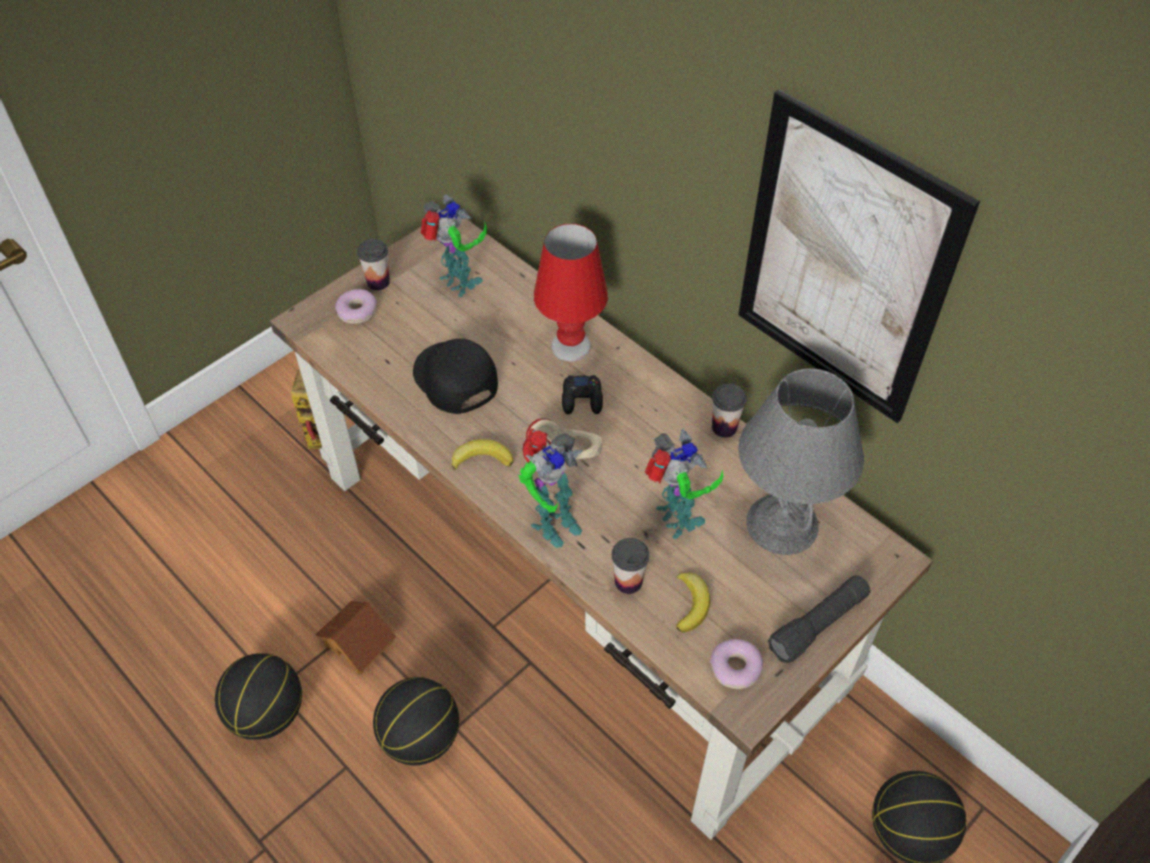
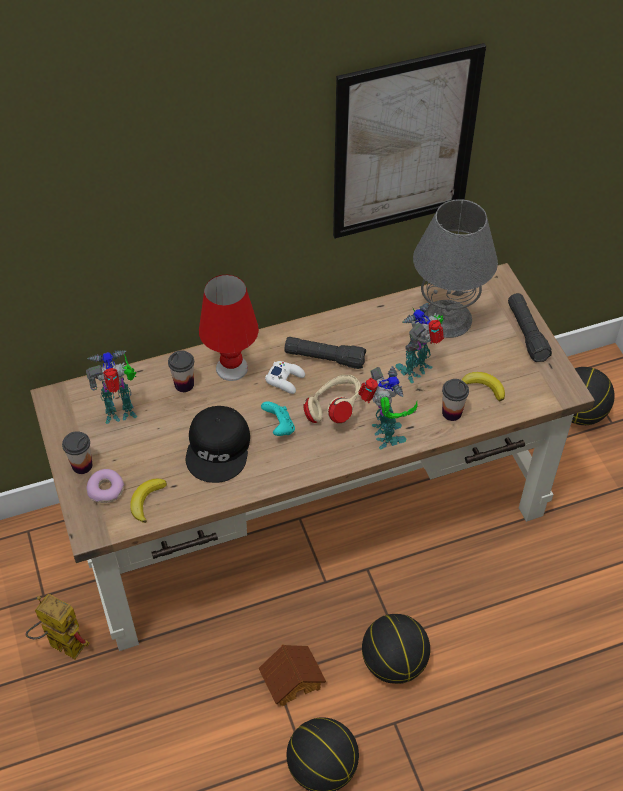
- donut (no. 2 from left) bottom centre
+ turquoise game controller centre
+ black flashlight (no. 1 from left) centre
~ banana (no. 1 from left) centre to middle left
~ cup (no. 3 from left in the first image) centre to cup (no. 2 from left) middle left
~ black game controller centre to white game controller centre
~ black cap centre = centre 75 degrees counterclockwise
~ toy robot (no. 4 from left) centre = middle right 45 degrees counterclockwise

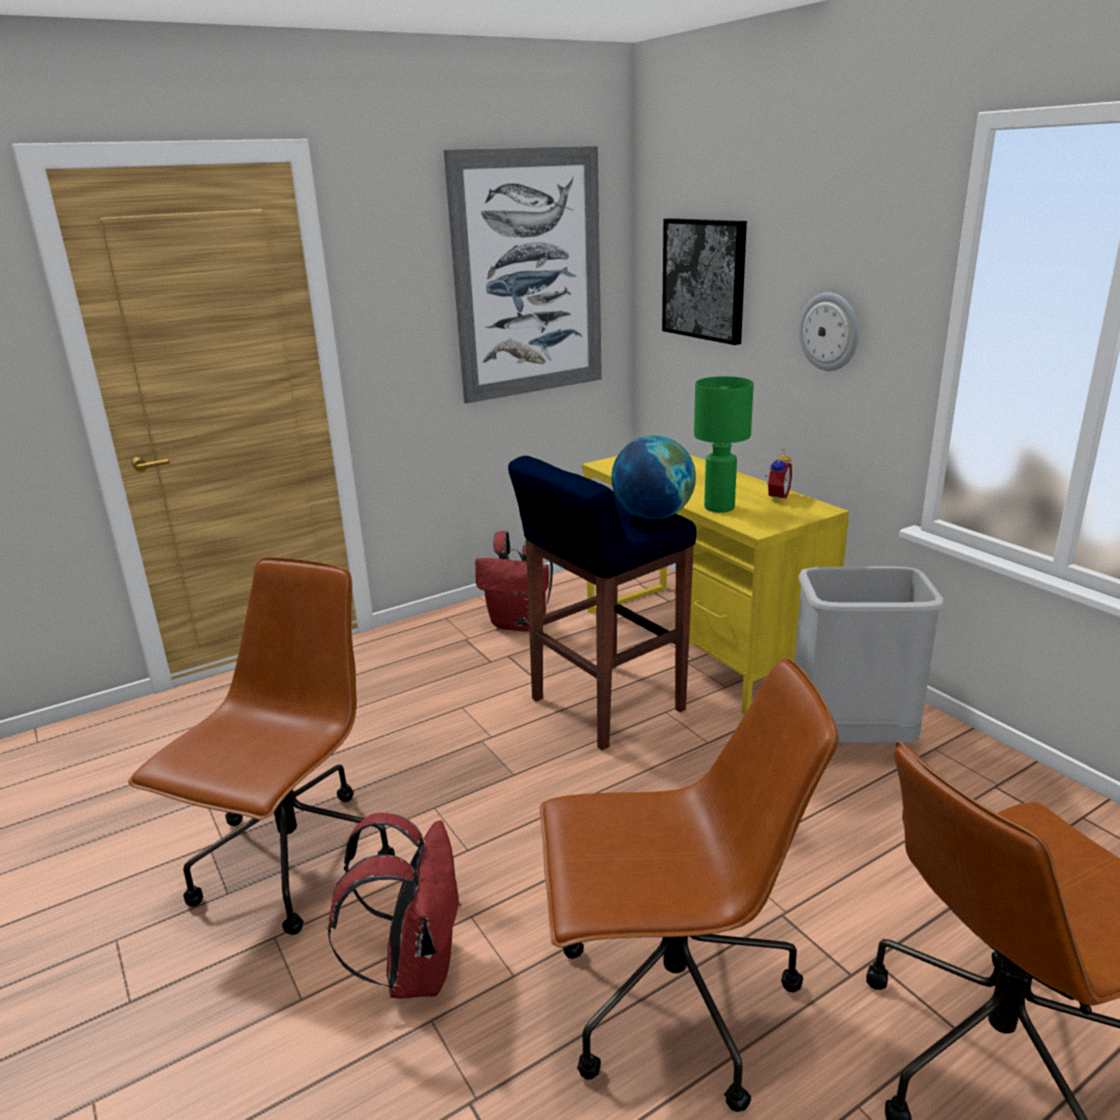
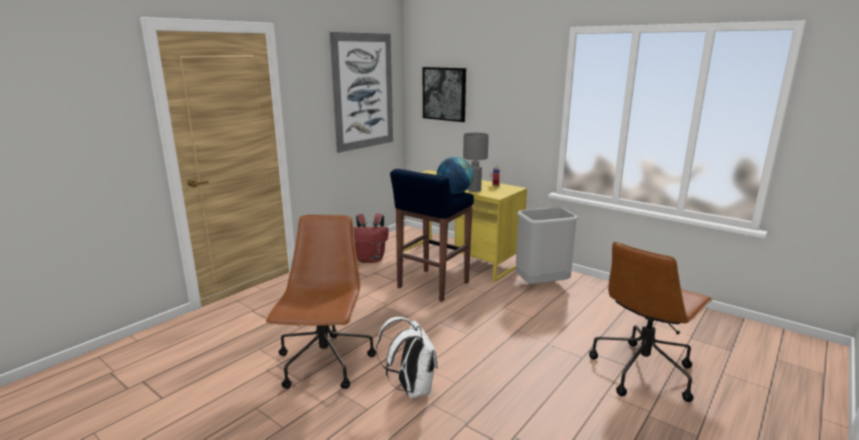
- brown office chair (no. 2 from left) bottom centre
- wall clock top right
~ red backpack (no. 1 from left) bottom centre to white backpack bottom centre
~ green table lamp centre to grey table lamp centre

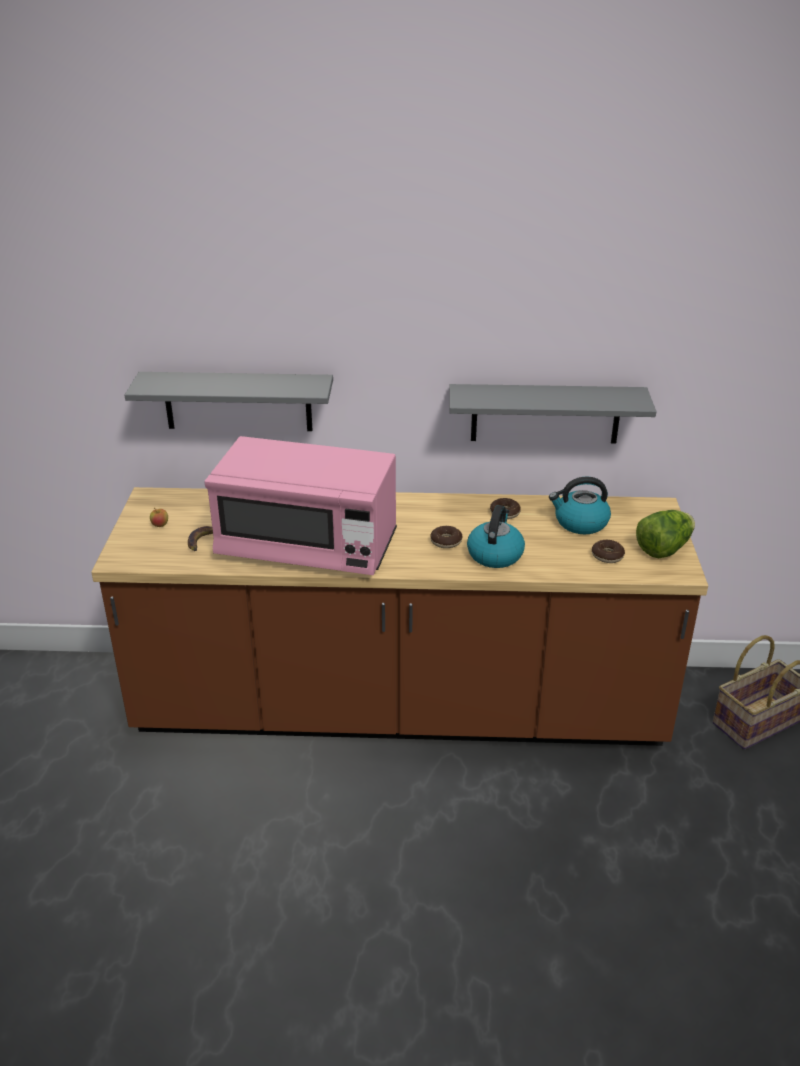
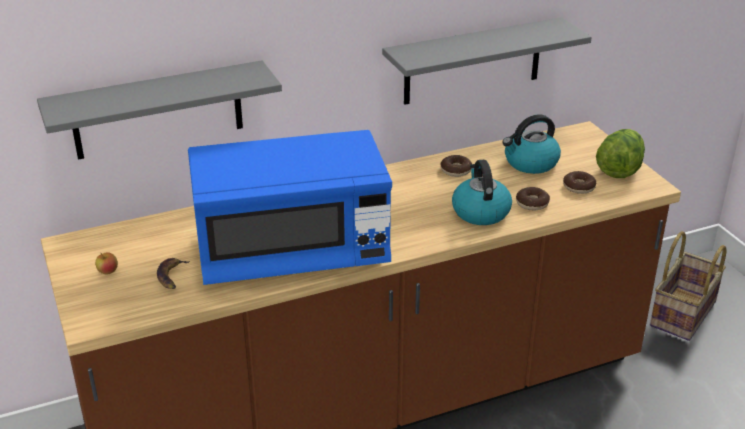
~ donut (no. 1 from left in the first image) centre to donut (no. 2 from left) middle right
~ pink microwave centre to blue microwave centre

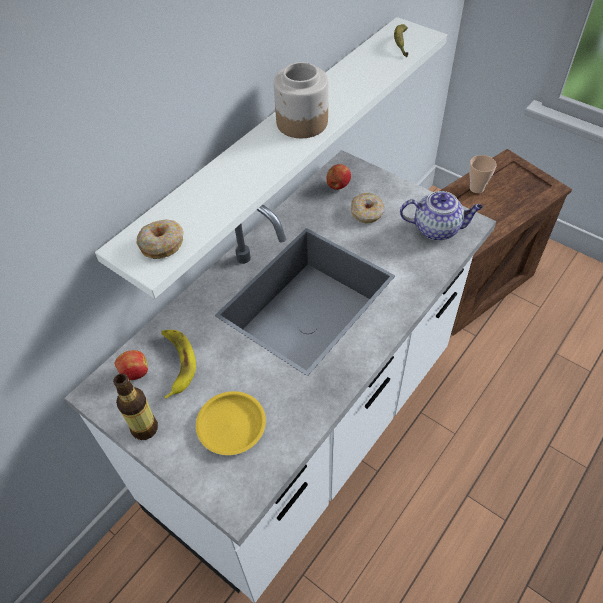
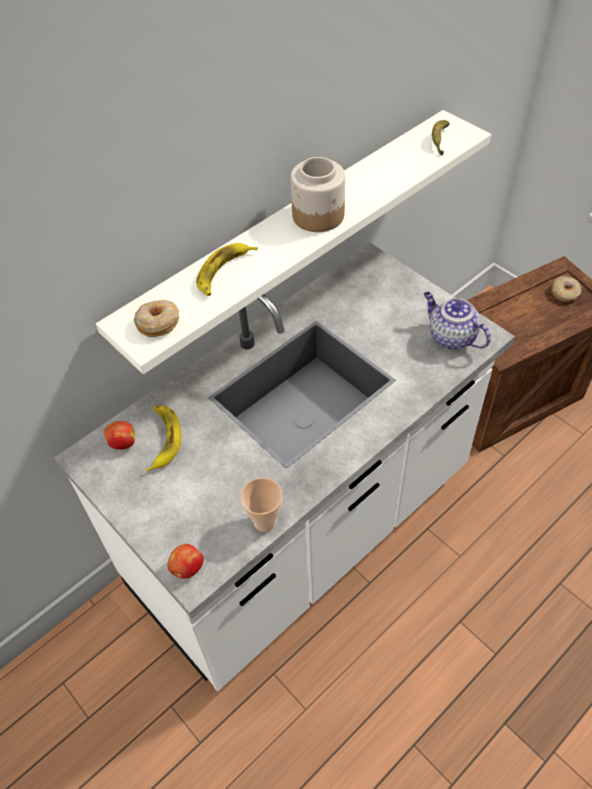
- bottle bottom left
- yellow plate bottom centre
+ banana (no. 2 from left) centre
~ apple (no. 2 from left) top centre to bottom left
~ donut (no. 2 from left) centre to middle right
~ cup top right to centre
~ teapot middle right = middle right 150 degrees counterclockwise

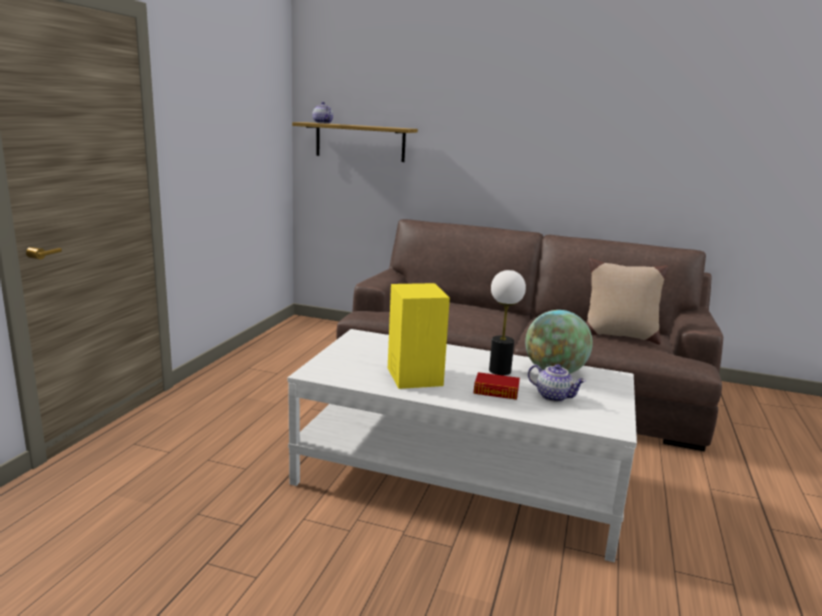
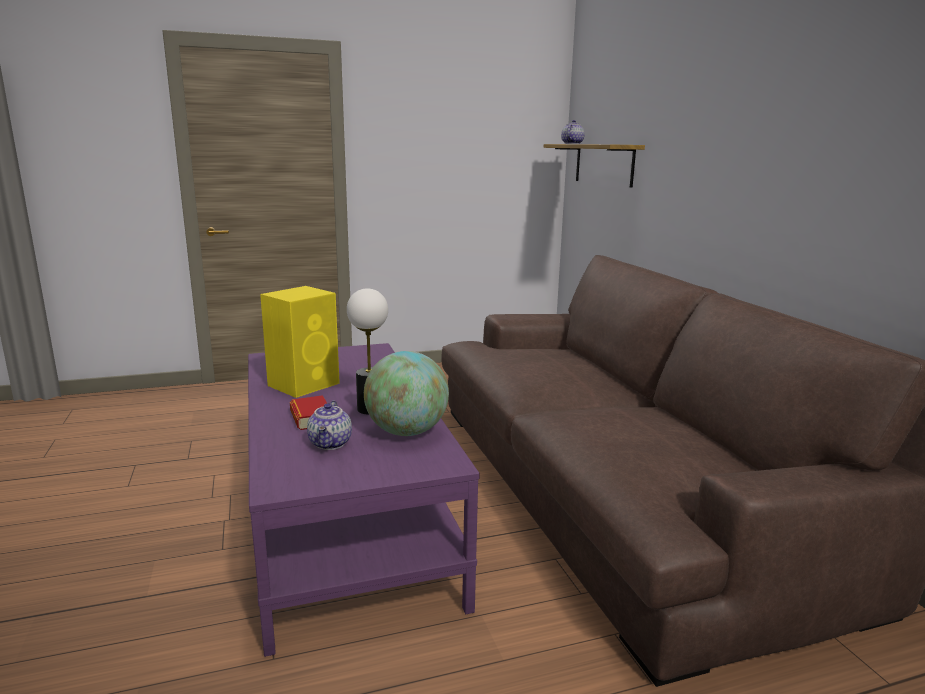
- beige pillow middle right
~ white coffee table bottom centre to purple coffee table bottom centre

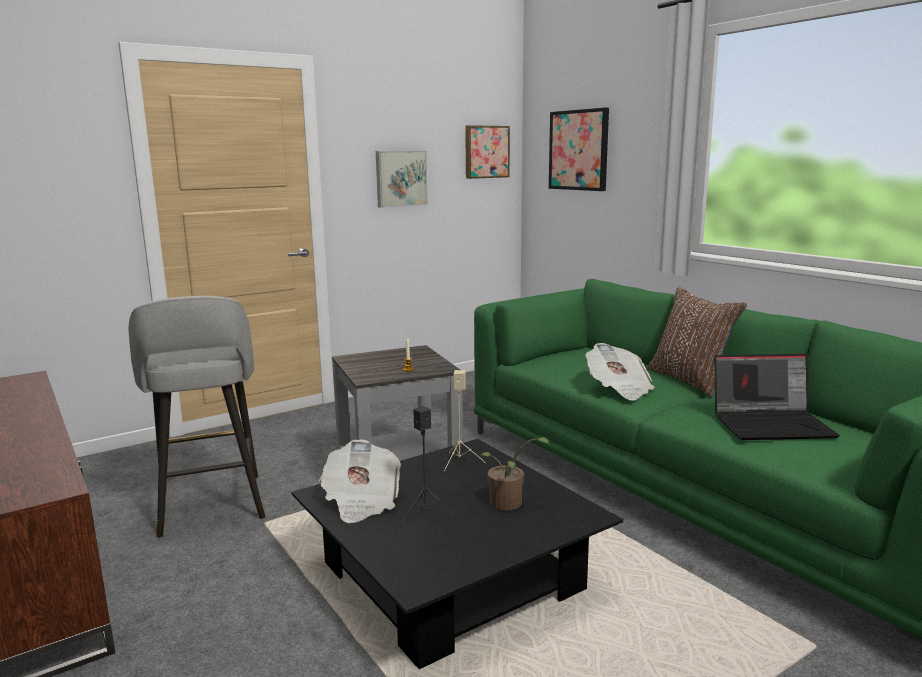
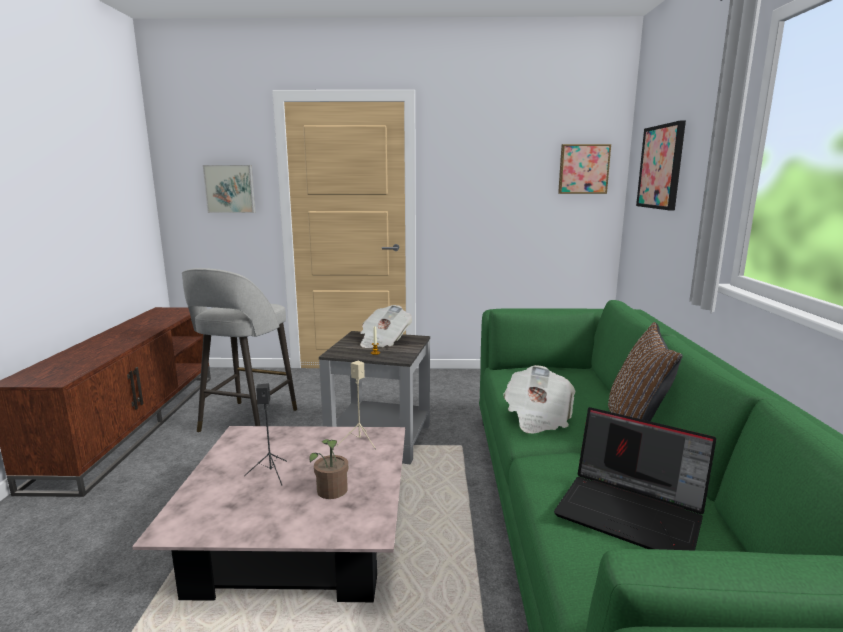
~ newspaper (no. 1 from left) bottom centre to centre
~ picture (no. 1 from left) top centre to top left
~ black coffee table bottom centre to pink coffee table bottom left

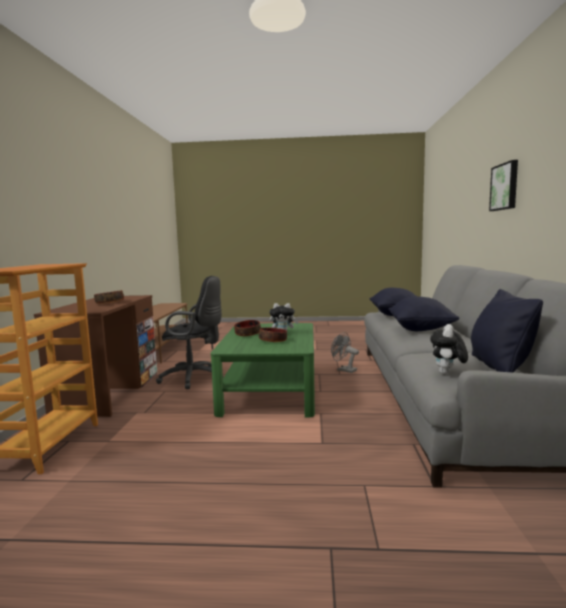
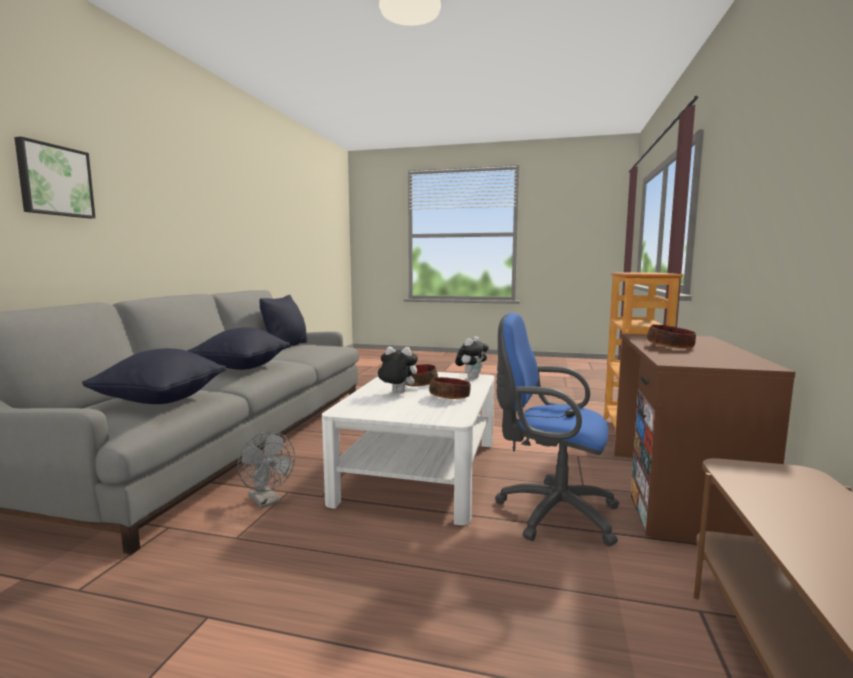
~ plush toy (no. 2 from left) middle right to centre
~ black office chair centre to blue office chair centre
~ green coffee table centre to white coffee table centre

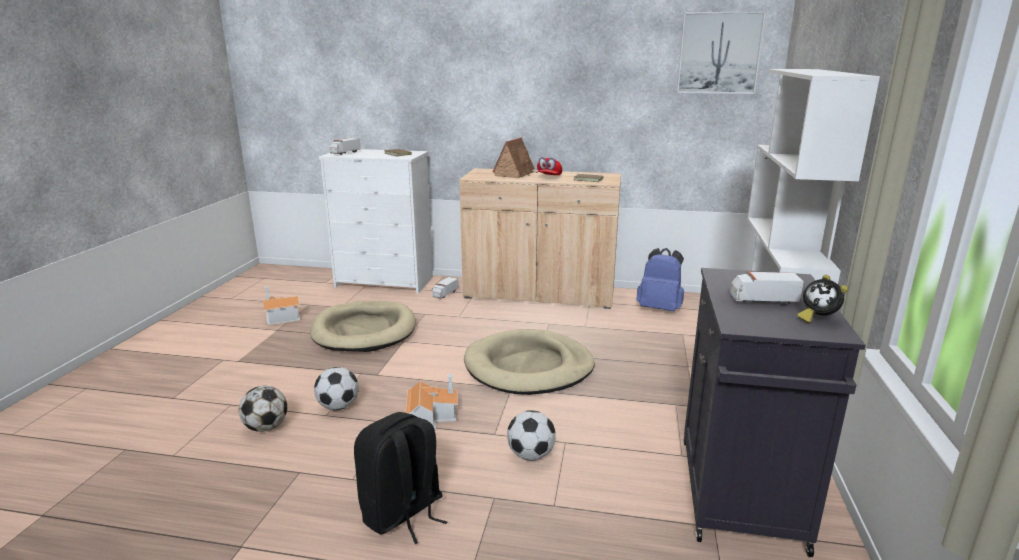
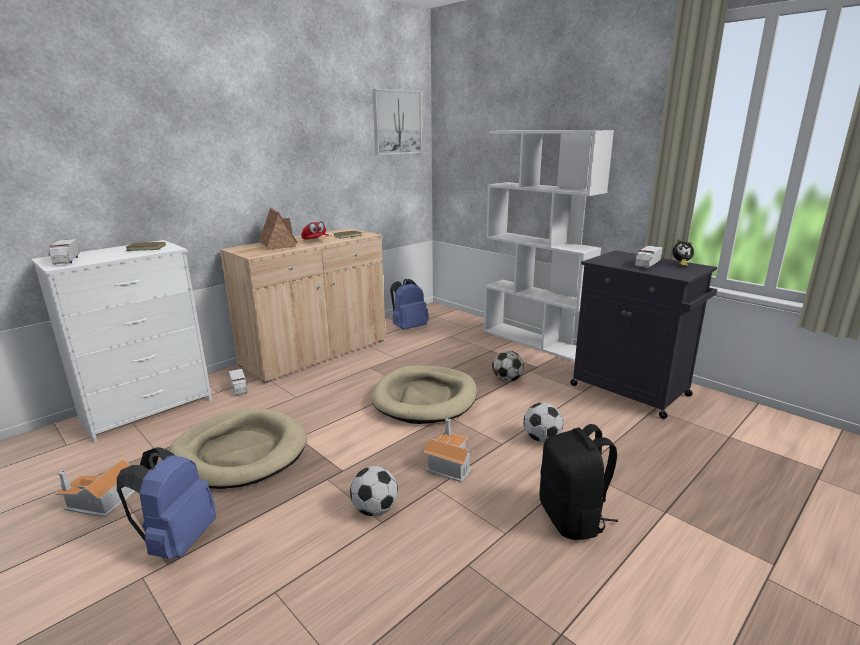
+ blue backpack (no. 1 from left) bottom left
~ football (no. 1 from left in the first image) bottom left to football (no. 2 from left) centre

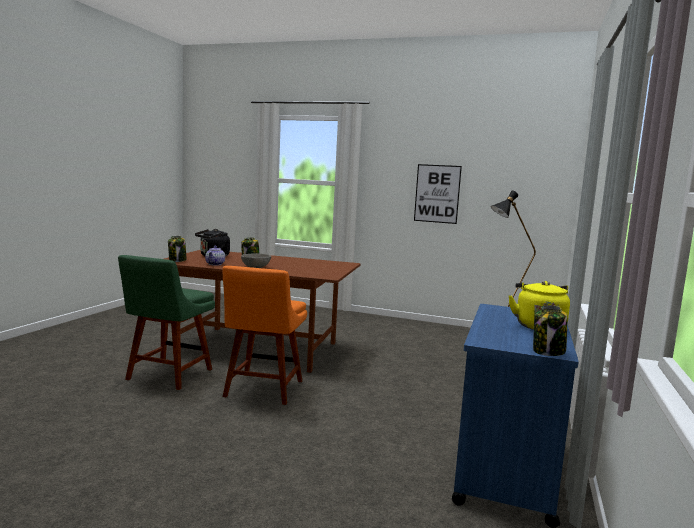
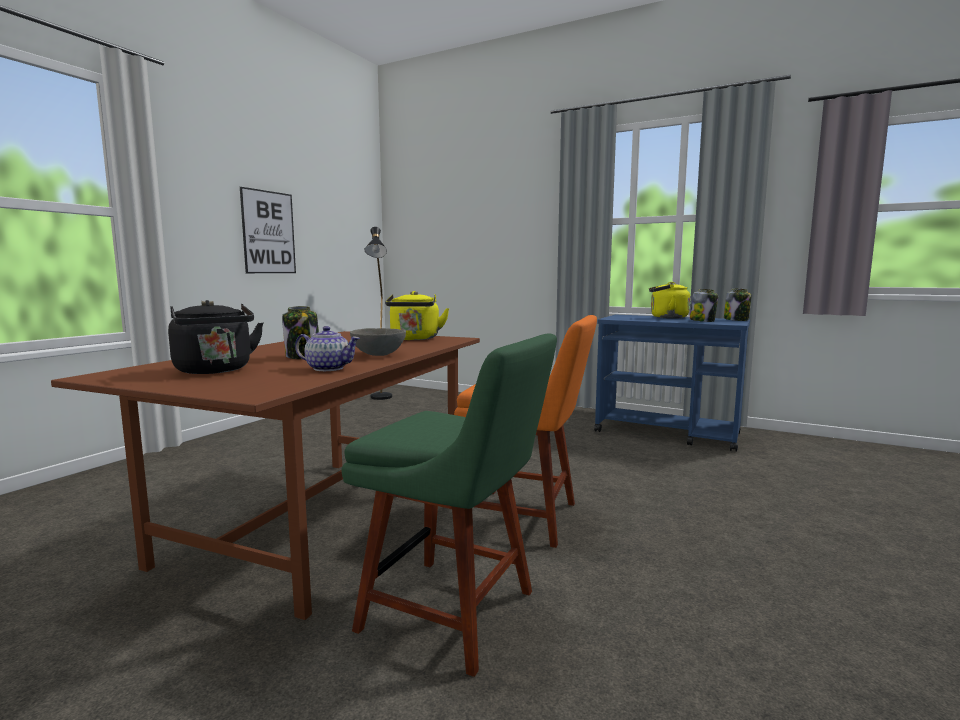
+ yellow kettle (no. 1 from left) centre
~ jar (no. 1 from left in the first image) middle left to jar (no. 2 from left) middle right

